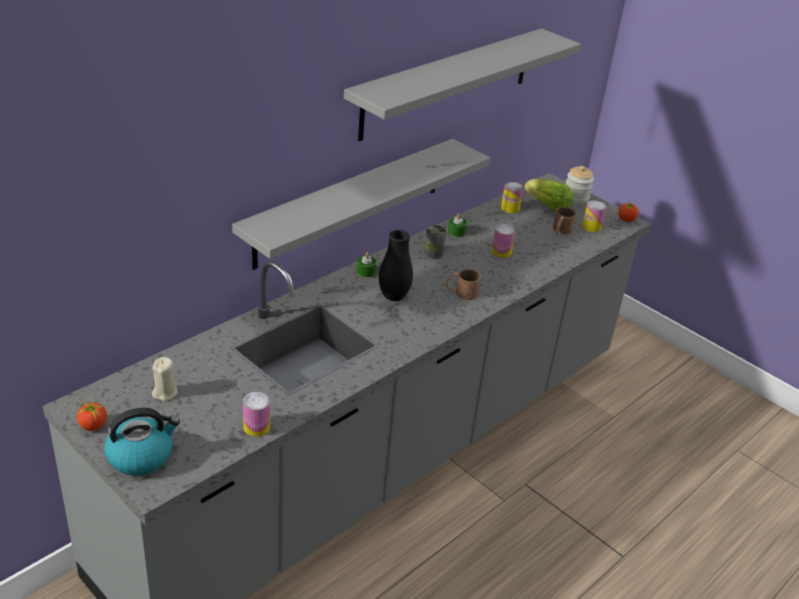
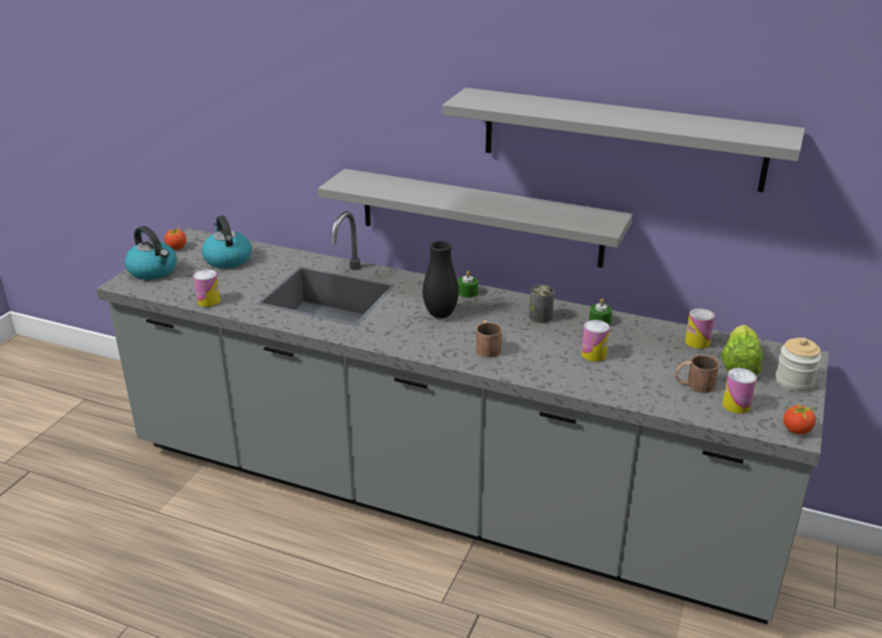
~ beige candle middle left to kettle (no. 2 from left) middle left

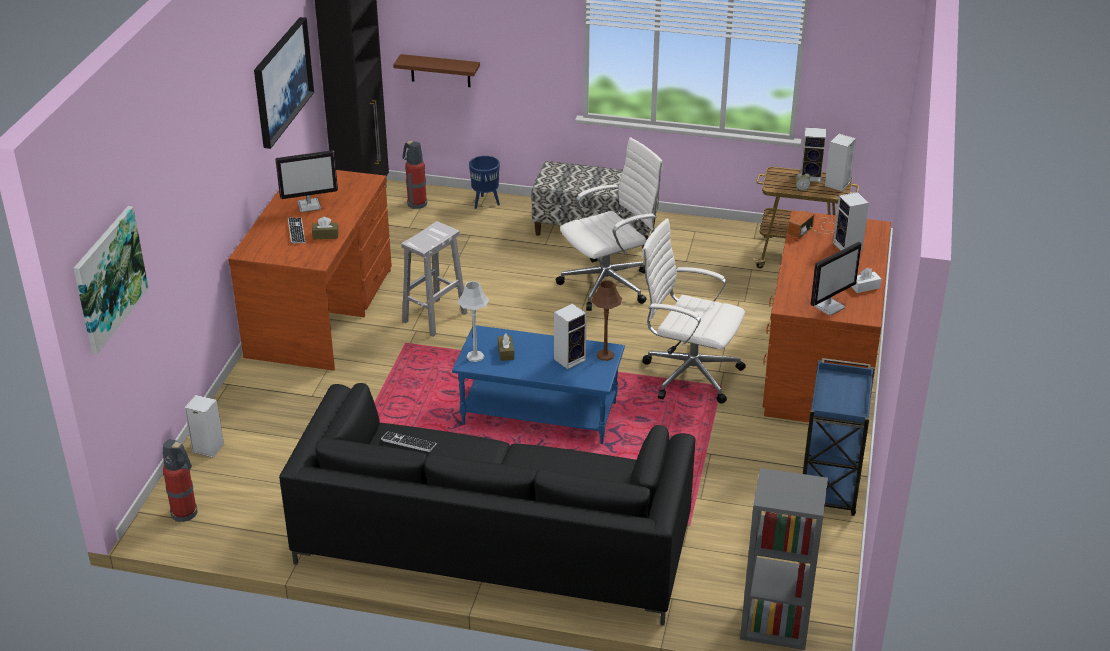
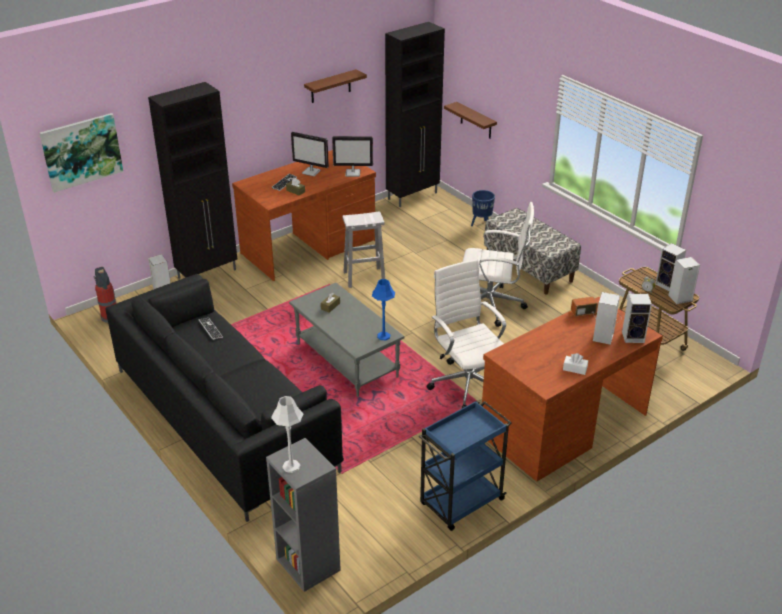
- fire extinguisher (no. 2 from left) top centre
+ black cabinet (no. 1 from left) top left
~ grey table lamp centre to bottom centre
~ speaker (no. 2 from left in the first image) centre to speaker (no. 3 from left) middle right
~ monitor (no. 2 from left) middle right to top centre
~ picture (no. 2 from left) top left to brown shelf (no. 1 from left) top centre
~ blue coffee table centre to grey coffee table centre
~ brown table lamp centre to blue table lamp centre

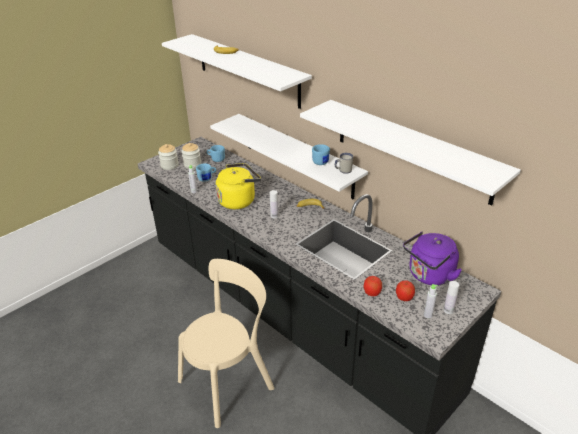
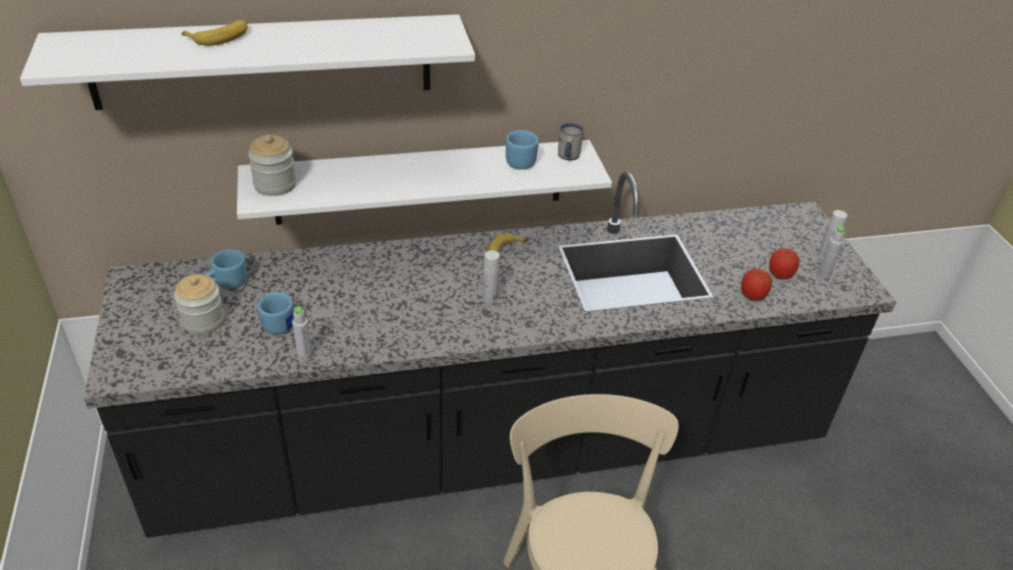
- yellow kettle centre
- white shelf (no. 3 from left) middle right
- purple kettle middle right
~ jar (no. 1 from left in the first image) middle left to jar (no. 2 from left) top left

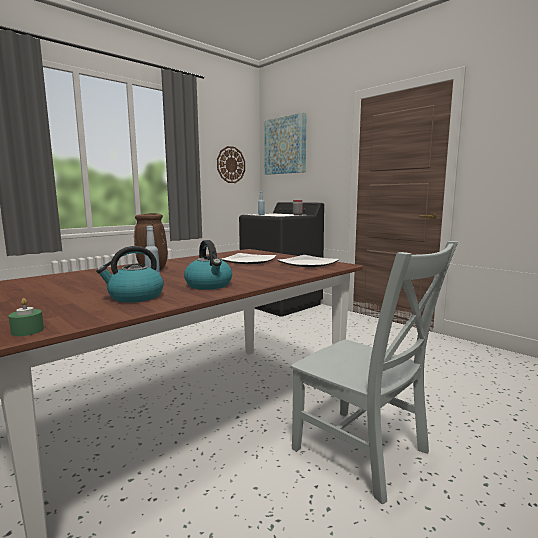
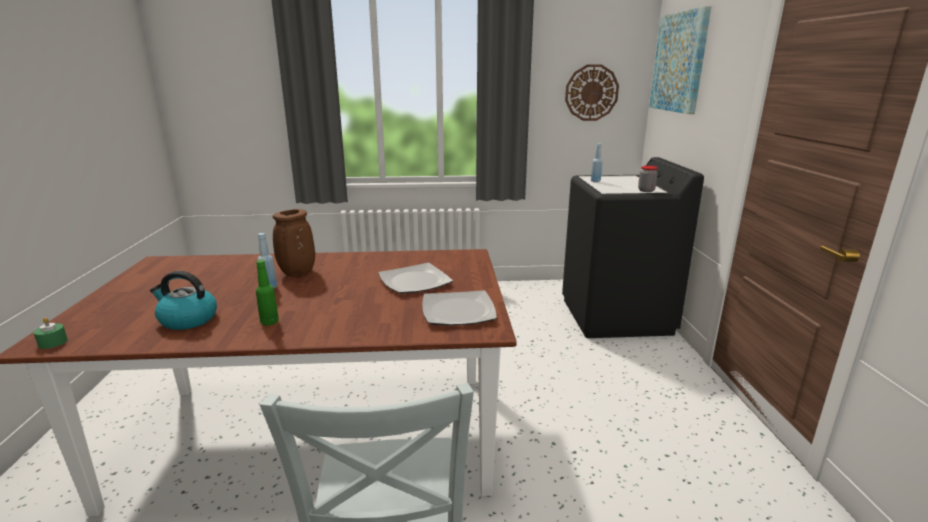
~ kettle (no. 2 from left) centre to green bottle middle left

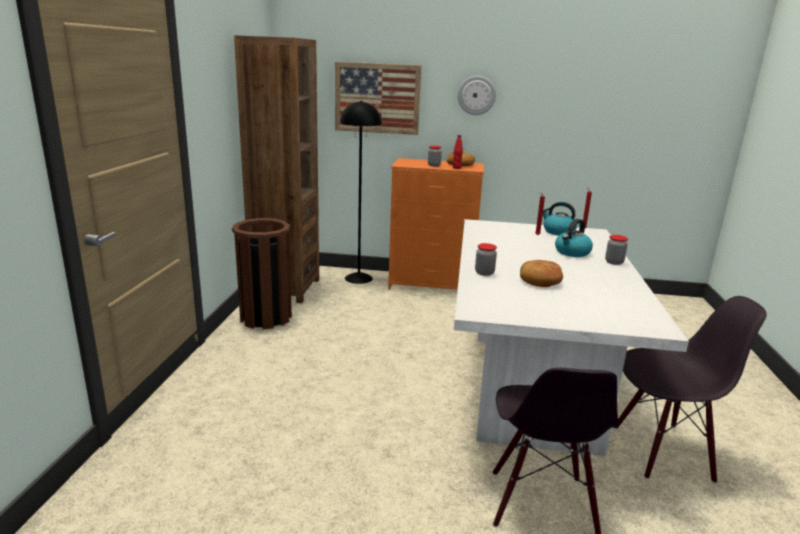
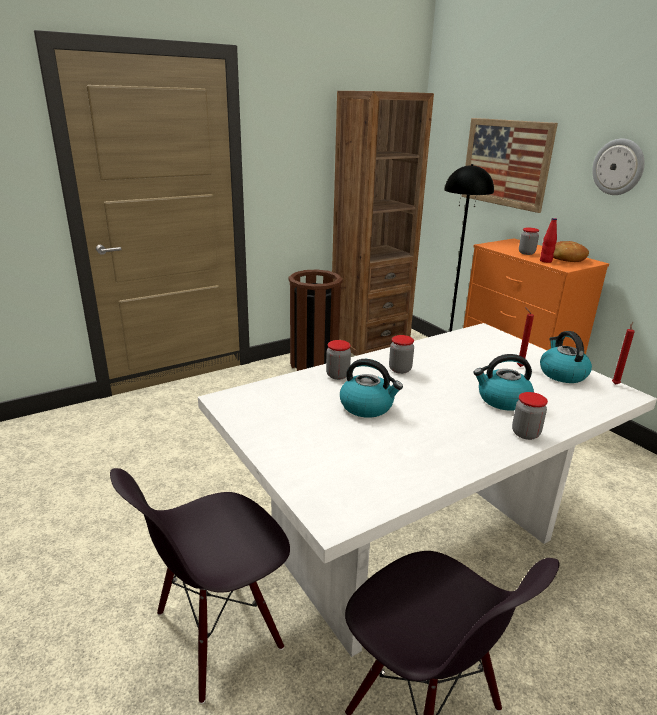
+ jar (no. 2 from left) centre
~ bread (no. 2 from left) middle right to kettle (no. 1 from left) centre

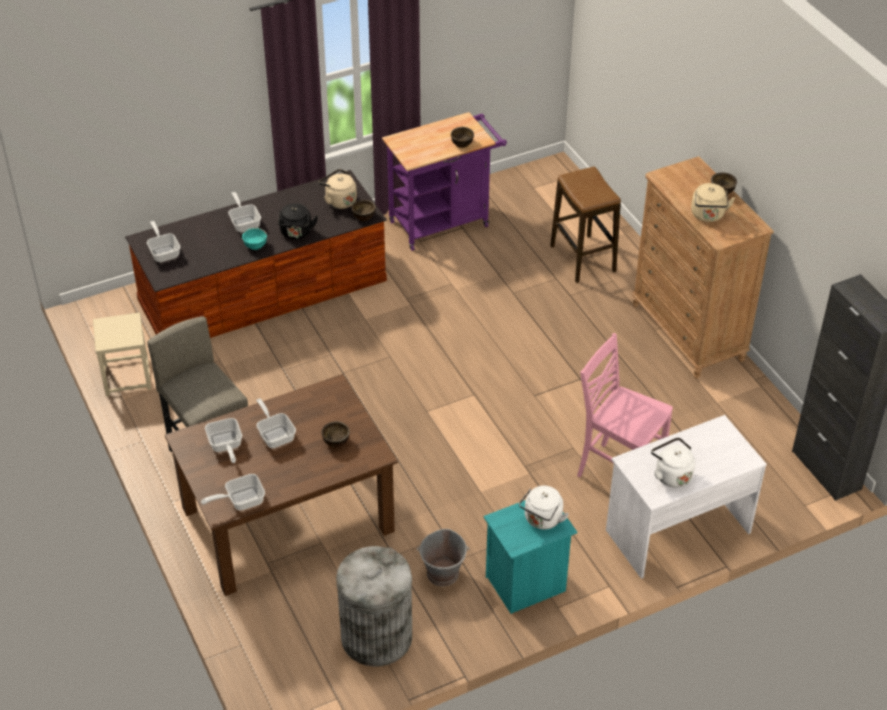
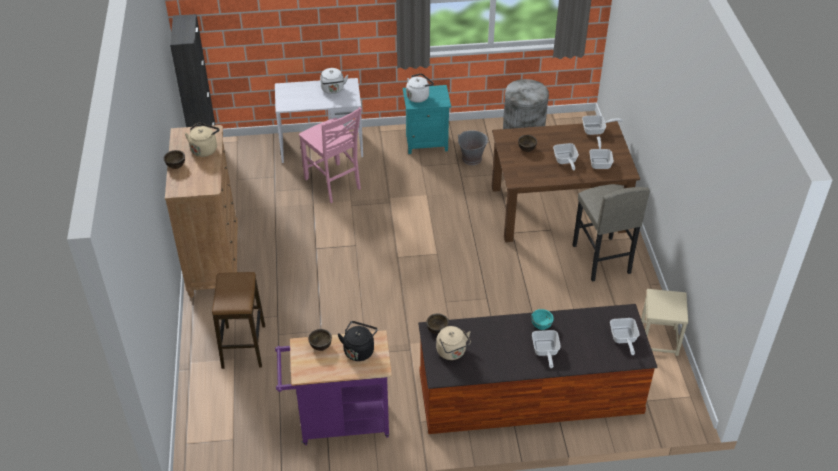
~ black kettle top centre to bottom centre

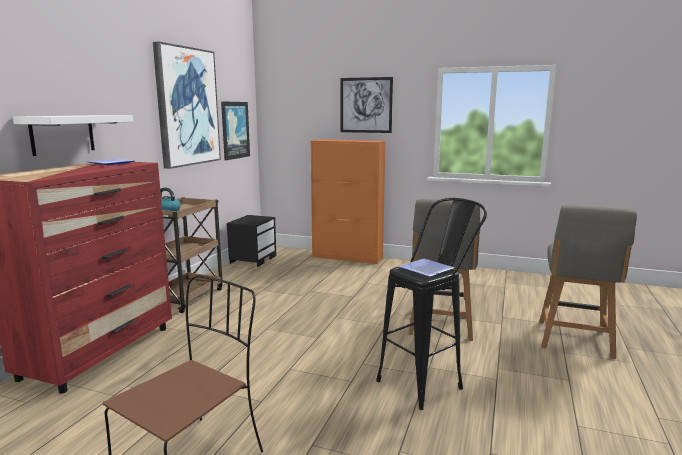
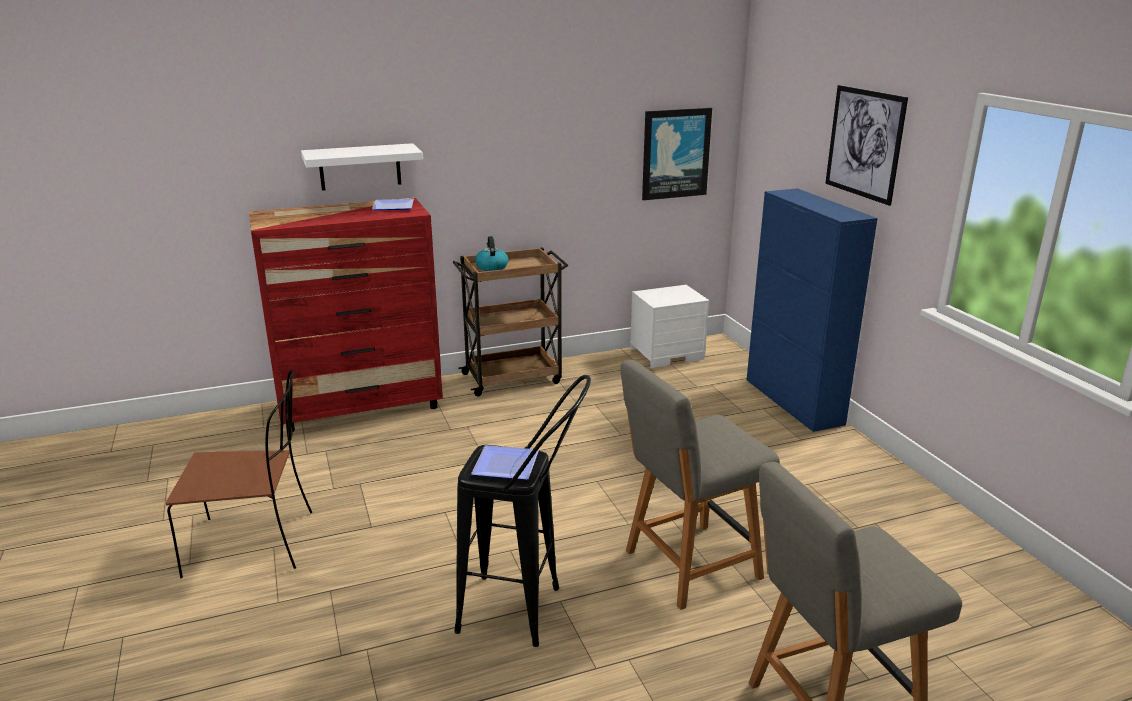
- picture (no. 1 from left) top left
~ black nightstand centre to white nightstand centre
~ orange cabinet centre to blue cabinet middle right

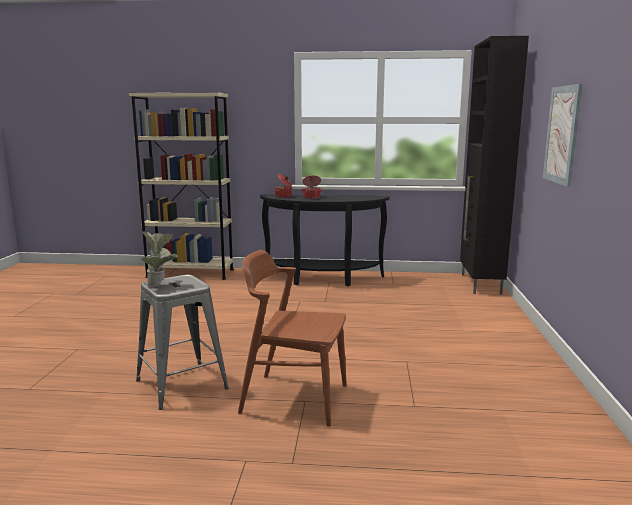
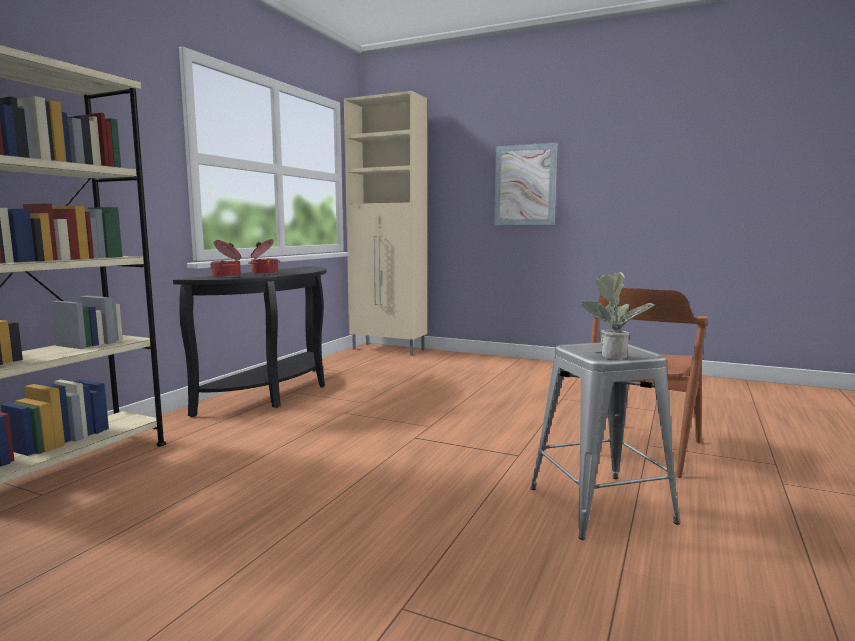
~ black cabinet top right to beige cabinet centre

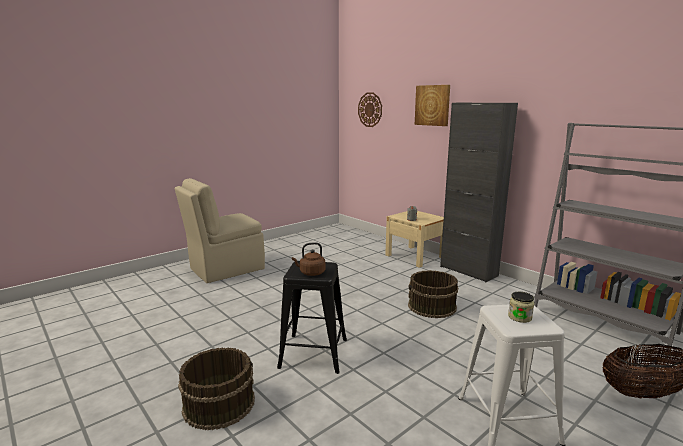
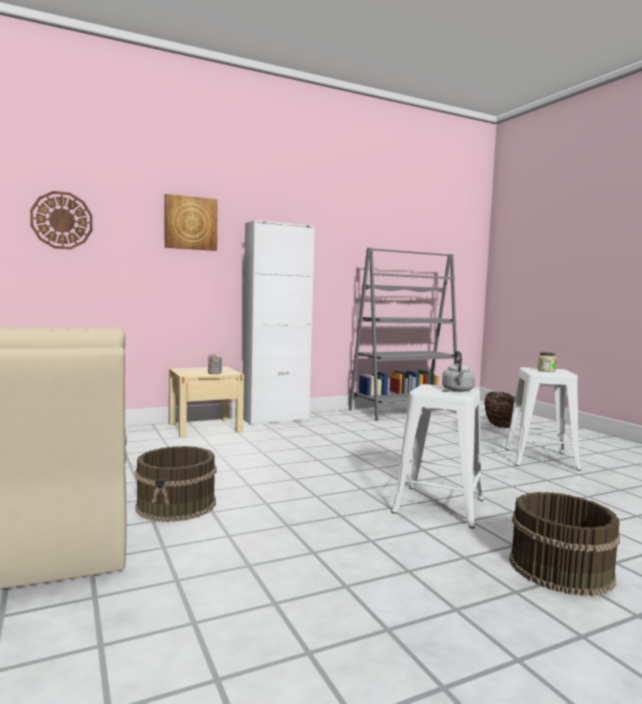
~ brown bucket (no. 2 from left in the first image) centre to brown bucket (no. 1 from left) bottom left
~ black stool bottom centre to white stool (no. 1 from left) middle right
~ brown kettle centre to grey kettle middle right
~ black cabinet middle right to white cabinet centre

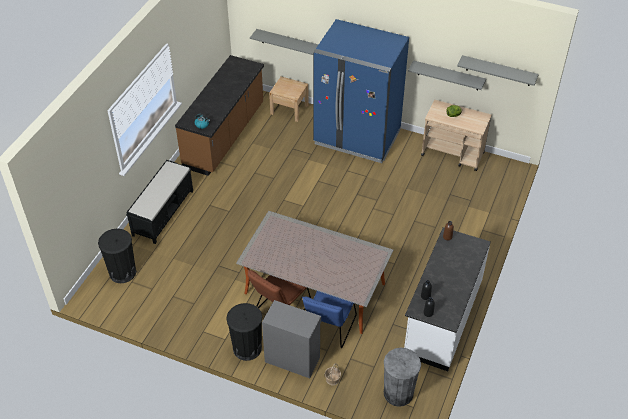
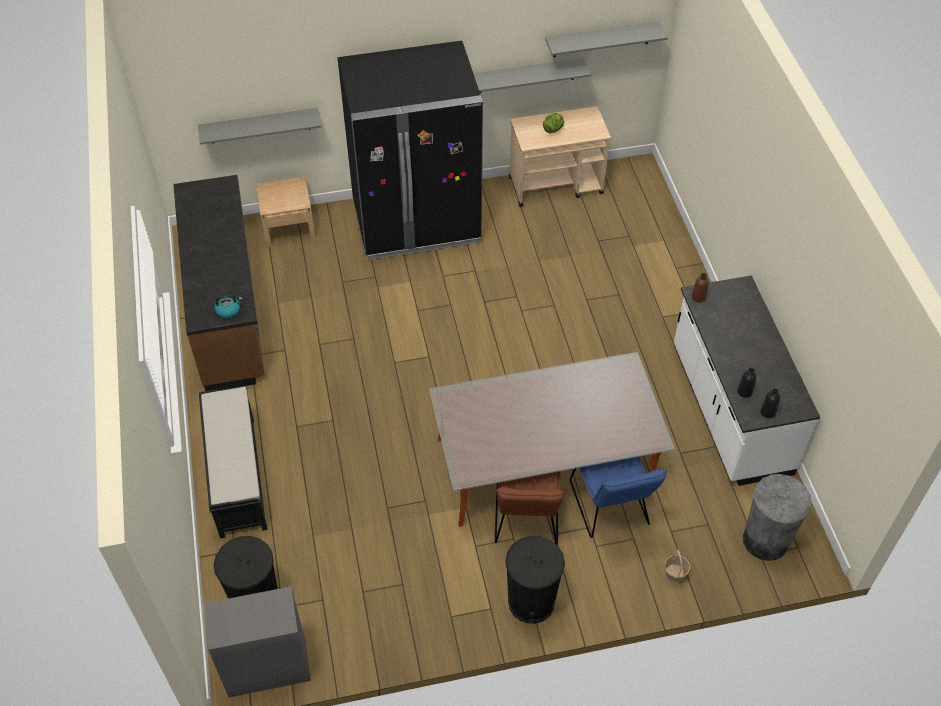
~ grey cabinet bottom centre to bottom left
~ blue fridge top centre to black fridge top centre

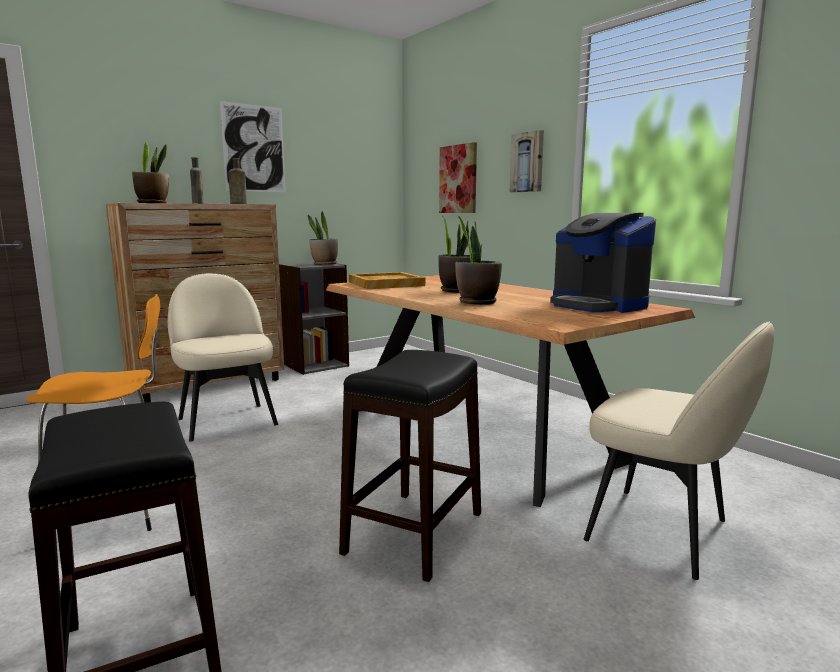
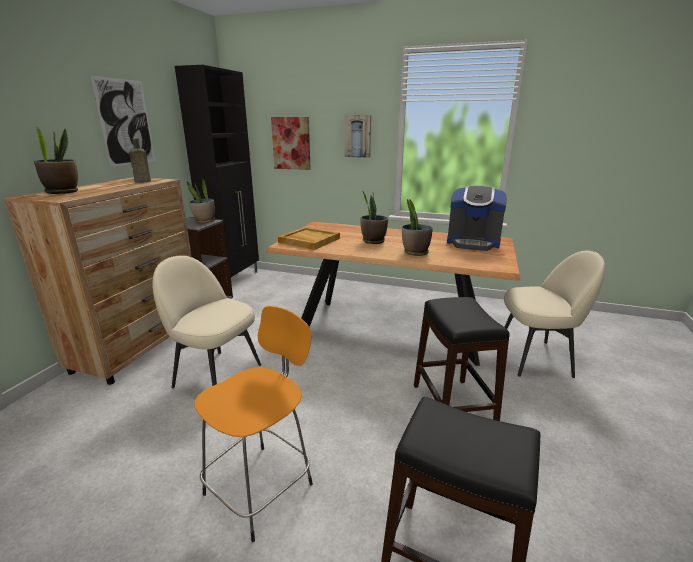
- brown bottle (no. 1 from left) top left
+ black cabinet top left

